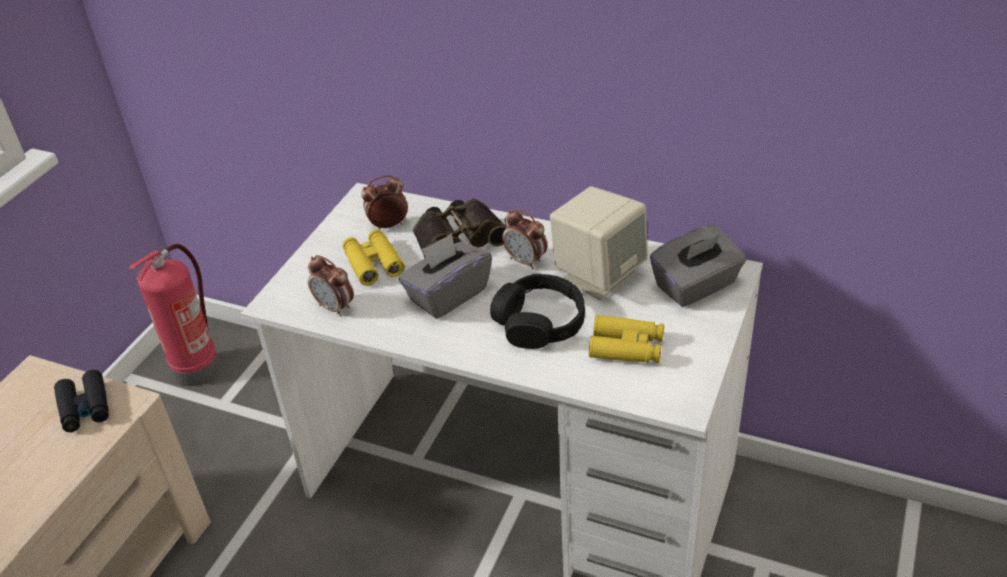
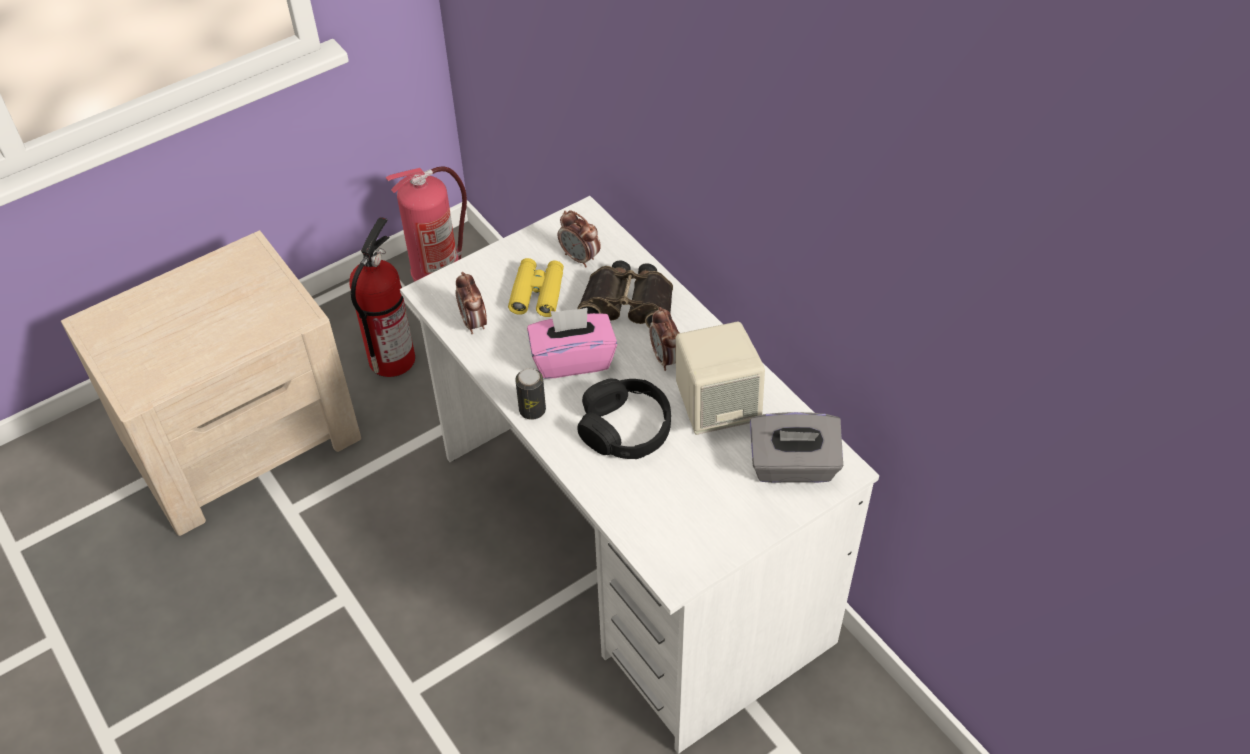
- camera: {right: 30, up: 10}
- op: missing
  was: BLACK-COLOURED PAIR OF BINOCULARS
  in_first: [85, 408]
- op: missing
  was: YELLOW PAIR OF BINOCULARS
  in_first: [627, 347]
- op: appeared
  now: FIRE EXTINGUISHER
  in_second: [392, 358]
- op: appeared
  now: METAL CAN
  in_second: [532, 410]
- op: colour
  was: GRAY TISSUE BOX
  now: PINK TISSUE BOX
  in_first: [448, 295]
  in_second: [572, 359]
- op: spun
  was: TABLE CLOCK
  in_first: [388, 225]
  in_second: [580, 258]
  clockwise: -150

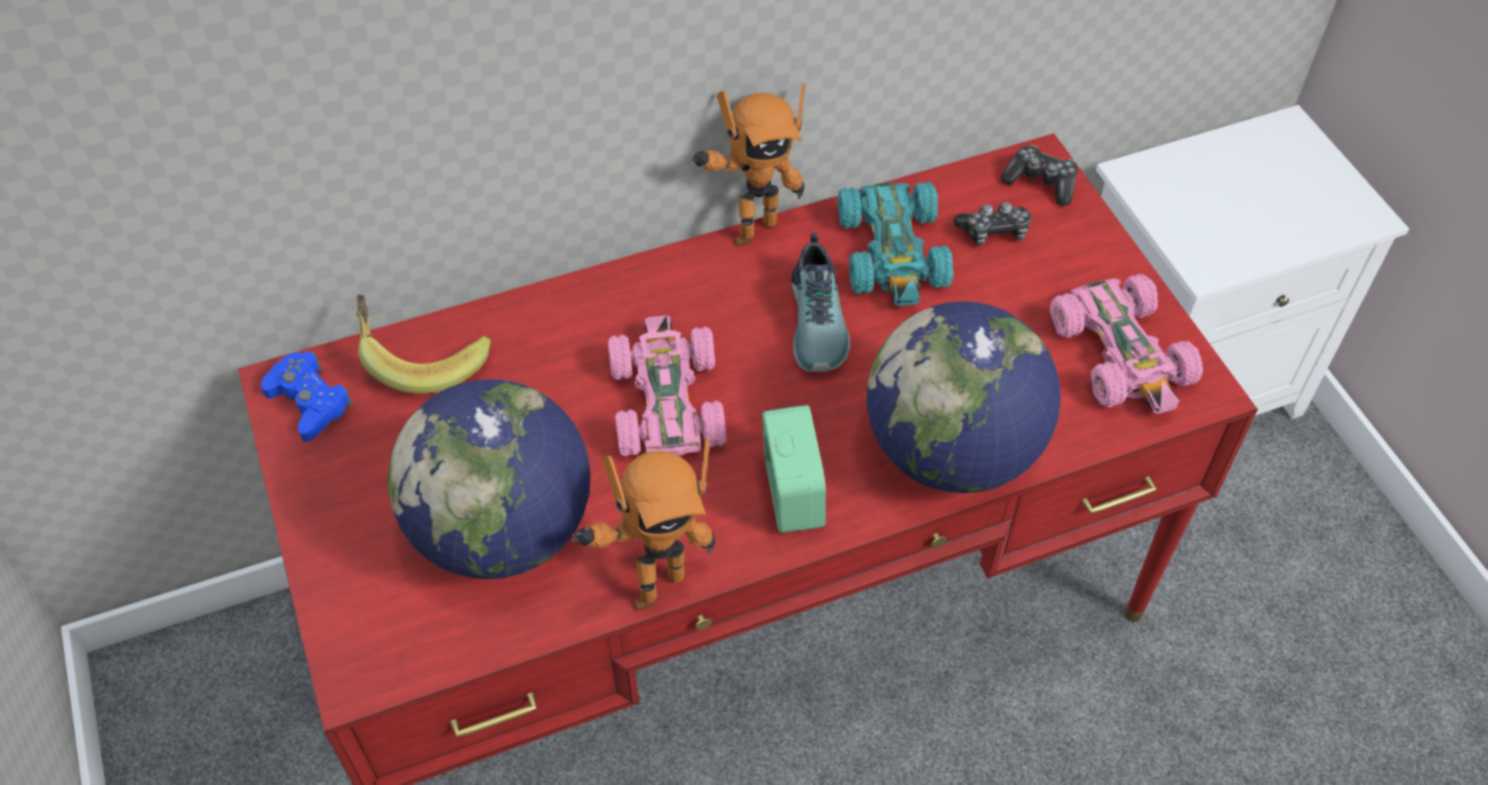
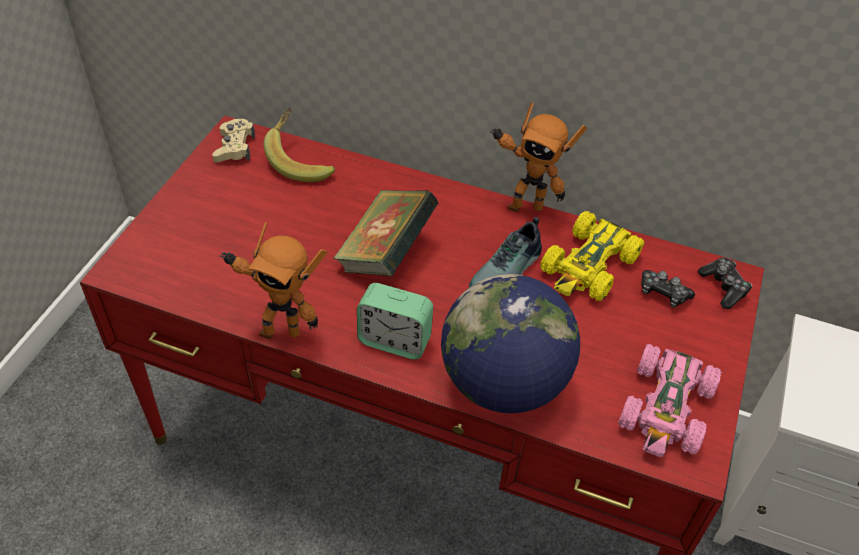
- camera: {right: 40, up: -5}
- op: missing
  was: DESK GLOBE
  in_first: [503, 530]
- op: exchanged
  was: PINK MINIATURE CAR
  now: VOLUME
  in_first: [665, 401]
  in_second: [386, 254]
- op: colour
  was: BLUE GAME CONTROLLER
  now: SAND-COLOURED GAME CONTROLLER
  in_first: [309, 402]
  in_second: [234, 147]
- op: colour
  was: BLUE-GREEN MINIATURE CAR
  now: YELLOW MINIATURE CAR
  in_first: [893, 253]
  in_second: [589, 266]
- op: spun
  was: TABLE CLOCK
  in_first: [792, 494]
  in_second: [394, 340]
  clockwise: 75

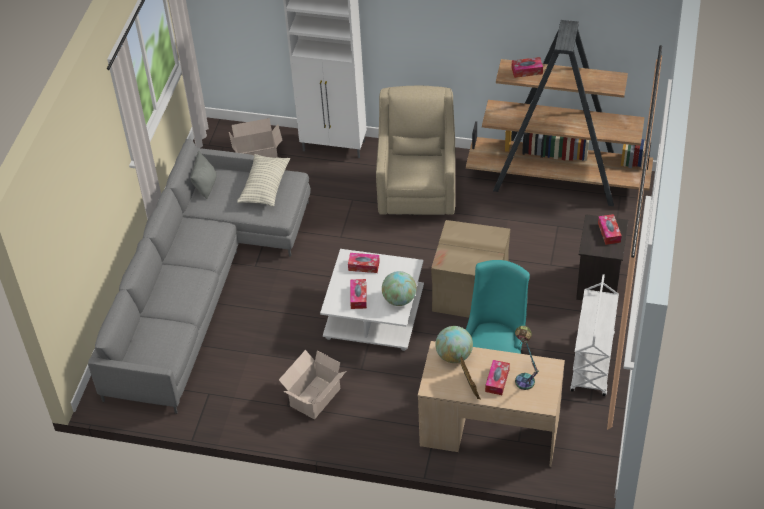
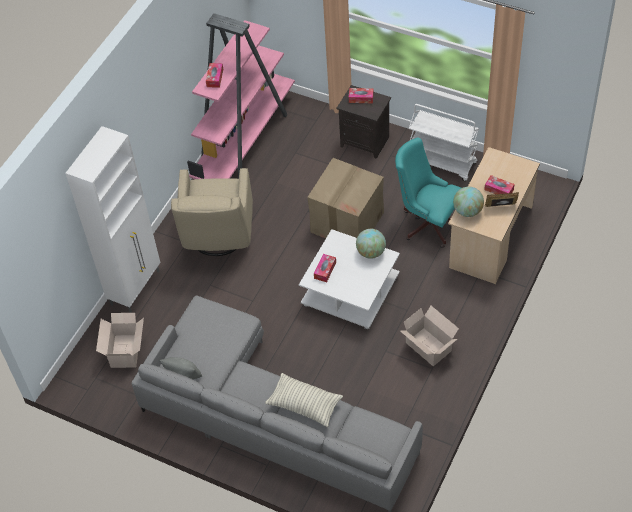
- camera: {right: -75, up: 5}
- op: missing
  was: TISSUE BOX
  in_first: [358, 297]
- op: missing
  was: TABLE LAMP
  in_first: [524, 377]
- op: relocated
  was: THROW PILLOW
  in_first: [264, 187]
  in_second: [304, 404]
- op: colour
  was: BROWNISH BOOKSHELF
  now: PINK BOOKSHELF
  in_first: [558, 180]
  in_second: [245, 141]
- op: spun
  was: SAND-COLOURED ARMCHAIR
  in_first: [417, 190]
  in_second: [218, 236]
  clockwise: -105

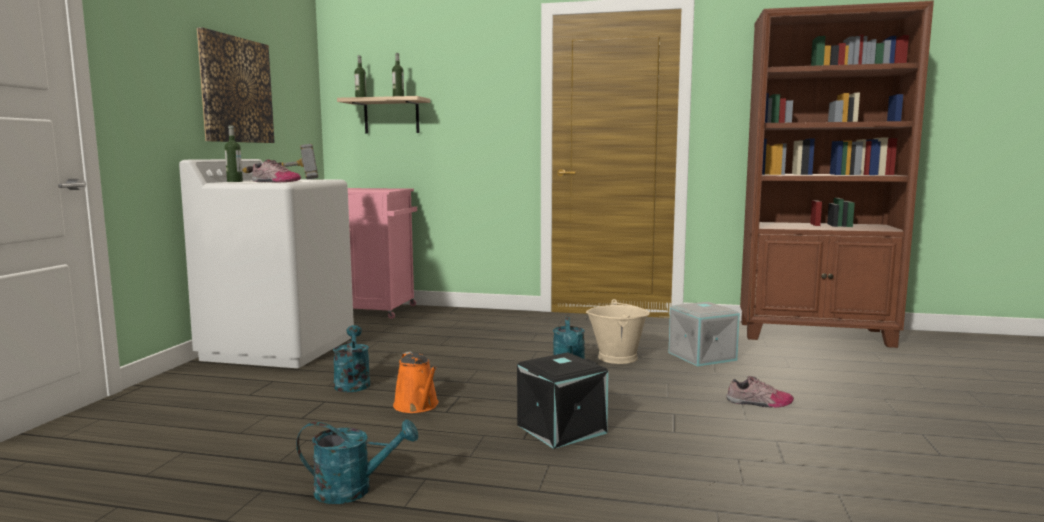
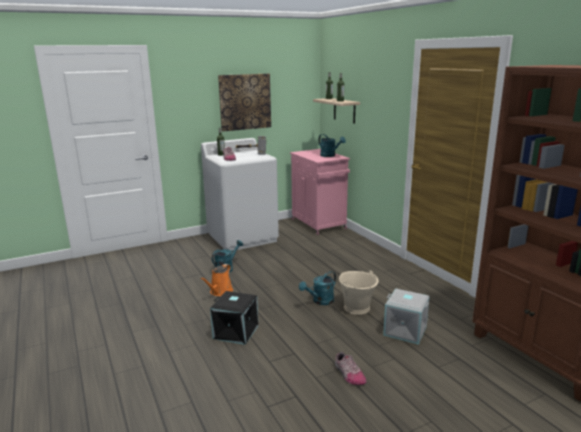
- camera: {right: 50, up: 10}
- op: relocated
  was: BLUE-GREEN WATERING CAN
  in_first: [354, 490]
  in_second: [330, 156]

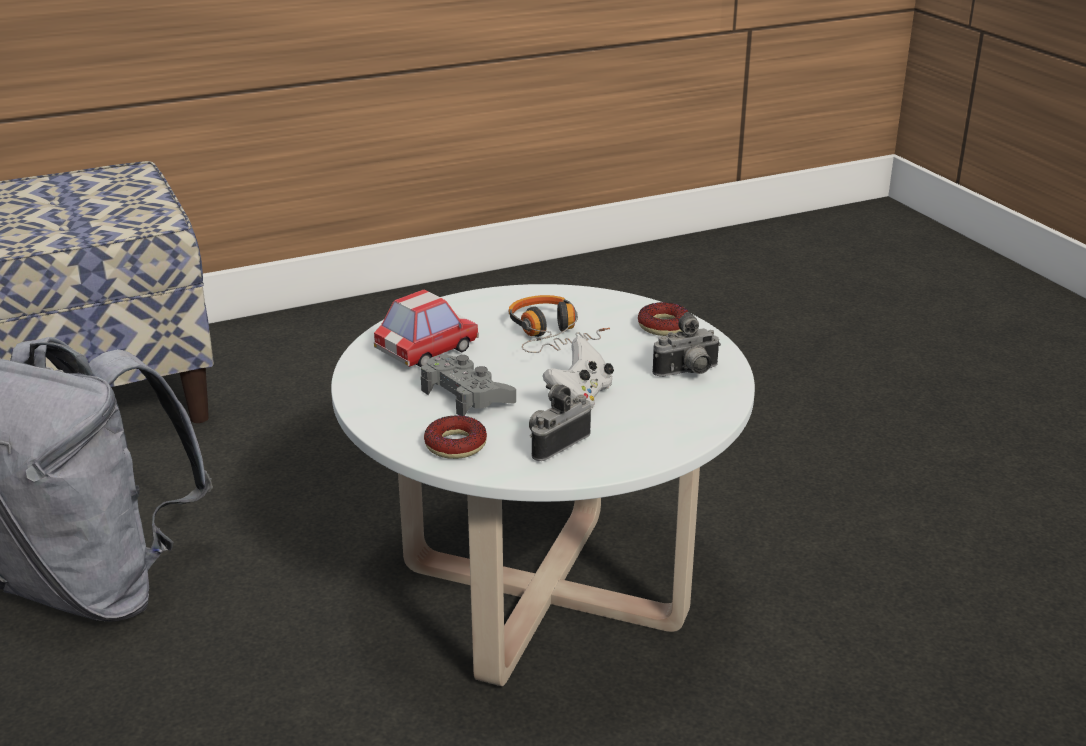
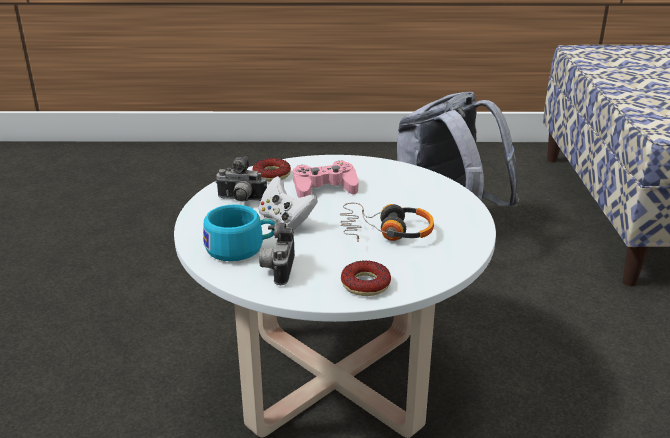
- camera: {right: 115, up: 0}
- op: missing
  was: MINIATURE CAR
  in_first: [427, 351]
- op: appeared
  now: BLUE-GREEN DRINKING CUP
  in_second: [241, 248]
- op: colour
  was: GRAY GAME CONTROLLER
  now: PINK GAME CONTROLLER
  in_first: [467, 395]
  in_second: [324, 188]
- op: spun
  was: PHOTO CAMERA
  in_first: [555, 443]
  in_second: [241, 200]
  clockwise: 120

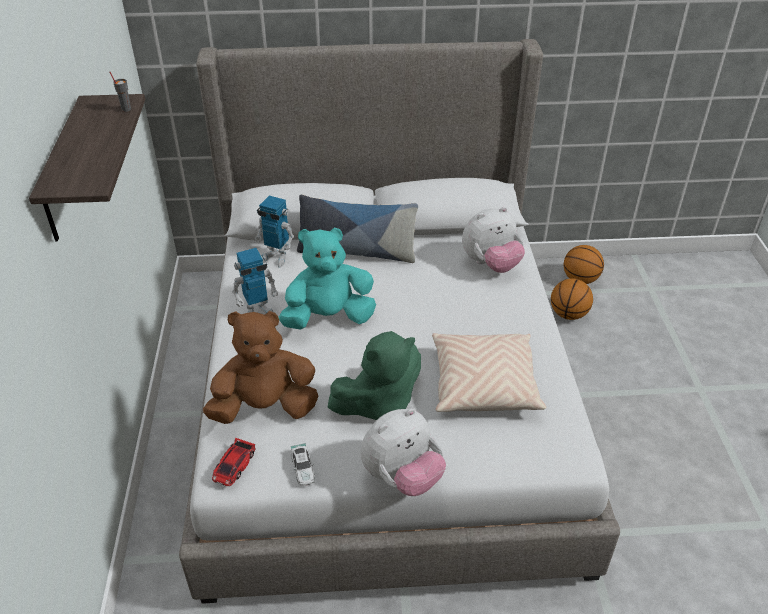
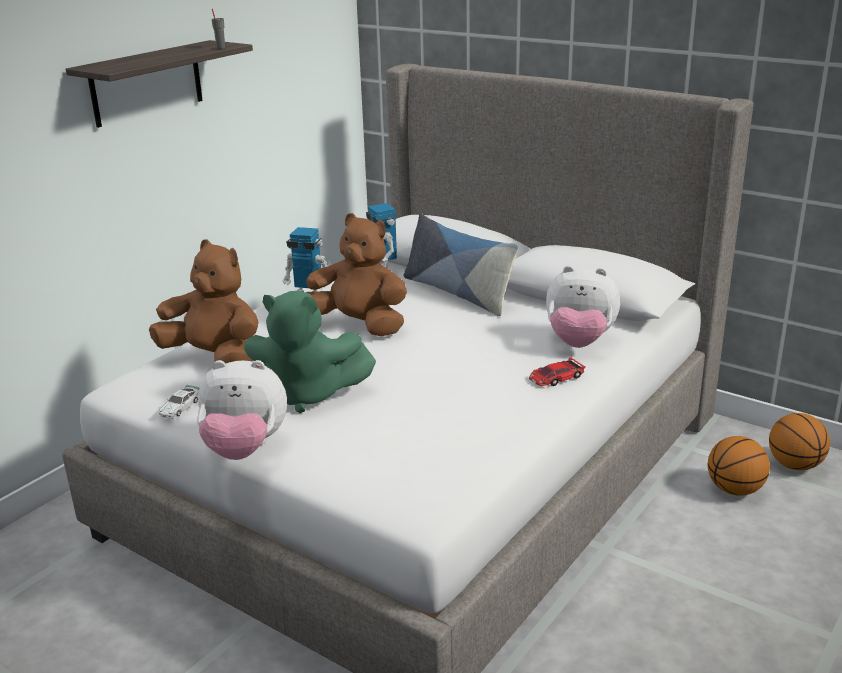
- camera: {right: 40, up: -15}
- op: missing
  was: SAND-COLOURED THROW PILLOW
  in_first: [483, 384]
- op: relocated
  was: MINIATURE CAR
  in_first: [234, 465]
  in_second: [556, 377]
- op: colour
  was: BLUE-GREEN CUDDLY TOY
  now: BROWNISH CUDDLY TOY
  in_first: [328, 317]
  in_second: [358, 325]

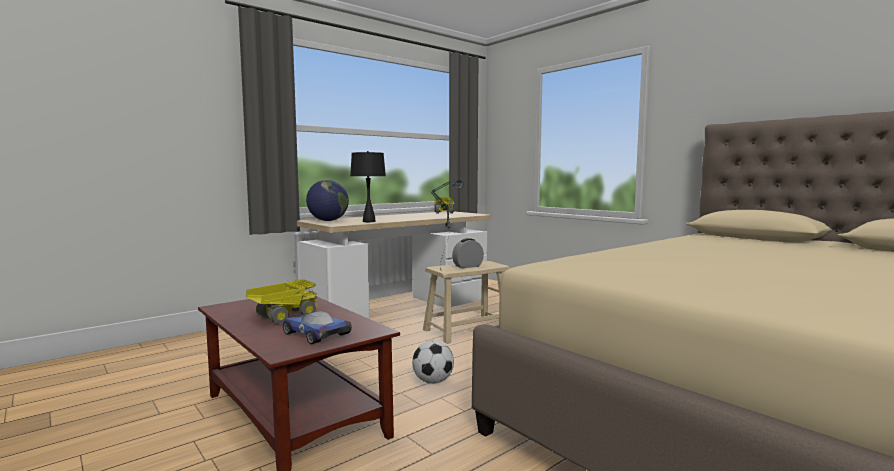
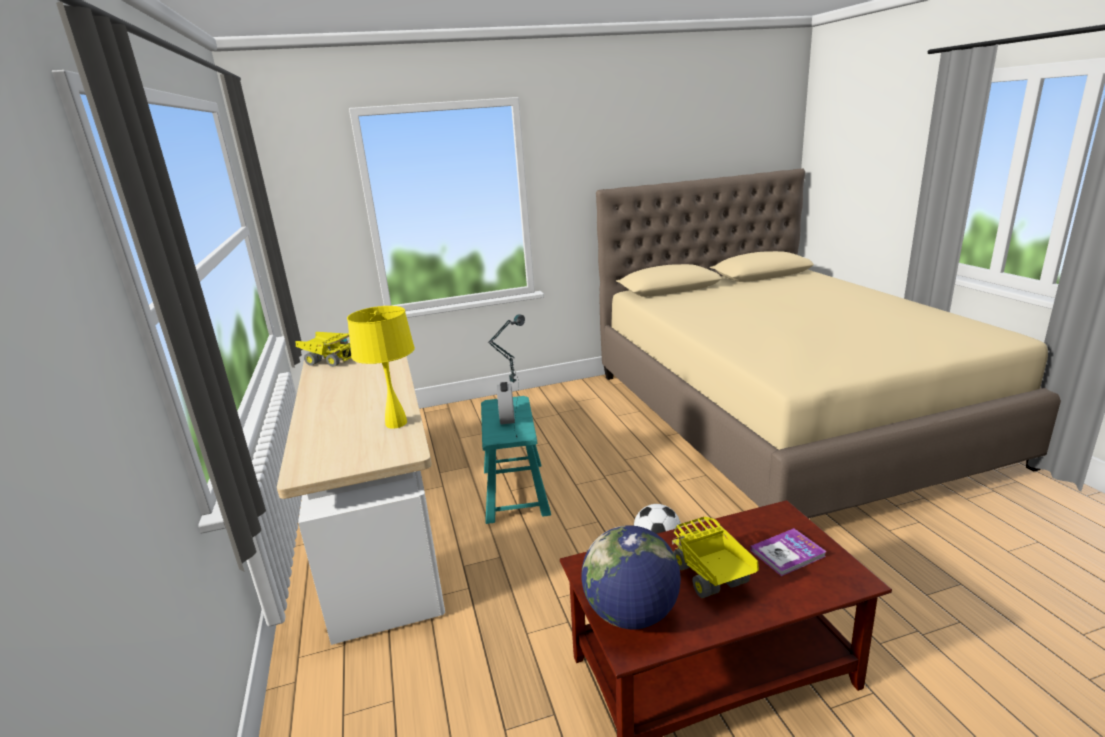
- camera: {right: -65, up: 15}
- op: relocated
  was: DESK GLOBE
  in_first: [328, 221]
  in_second: [631, 614]
- op: exchanged
  was: MINIATURE CAR
  now: VOLUME
  in_first: [316, 333]
  in_second: [787, 553]
- op: colour
  was: BLACK-COLOURED TABLE LAMP
  now: YELLOW TABLE LAMP
  in_first: [369, 221]
  in_second: [396, 423]
- op: colour
  was: SAND-COLOURED STOOL SEAT
  now: BLUE-GREEN STOOL SEAT
  in_first: [467, 330]
  in_second: [515, 491]

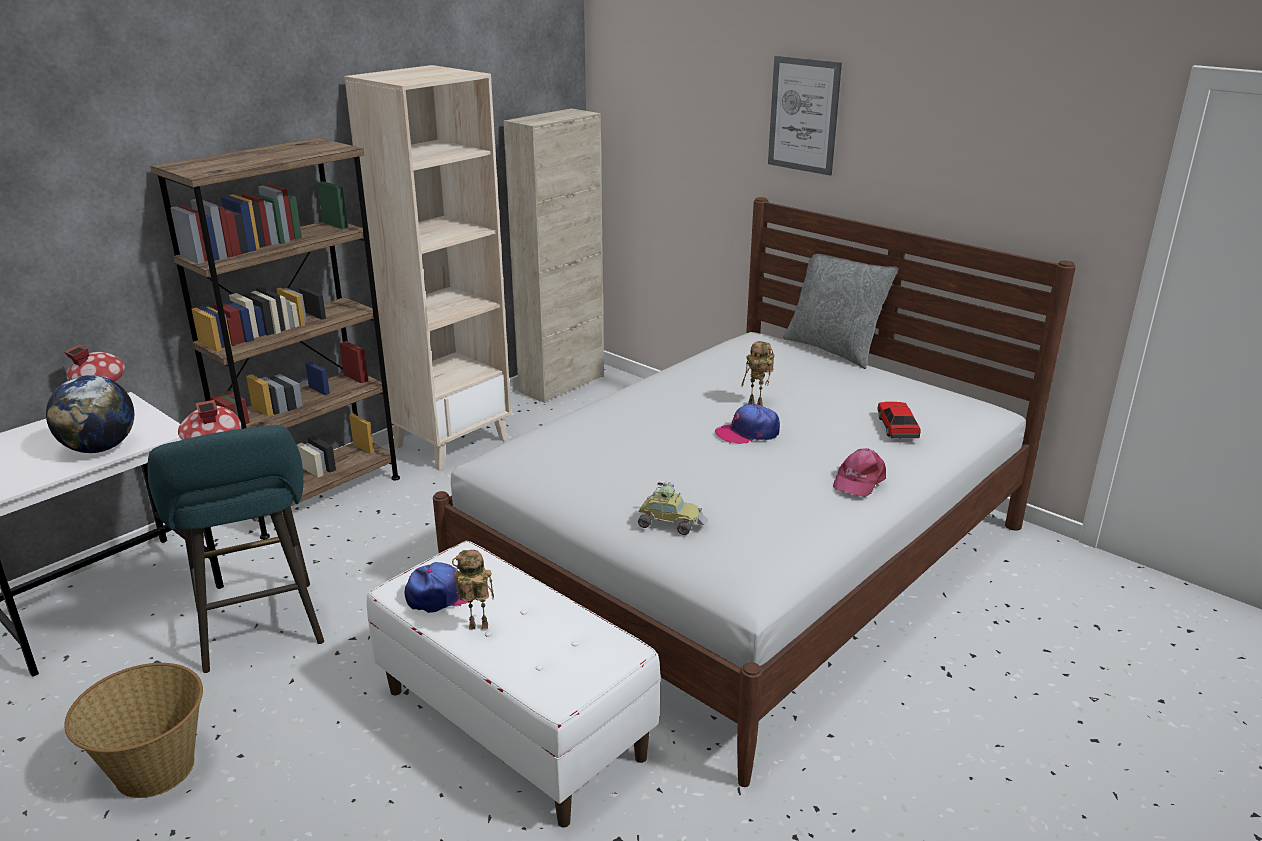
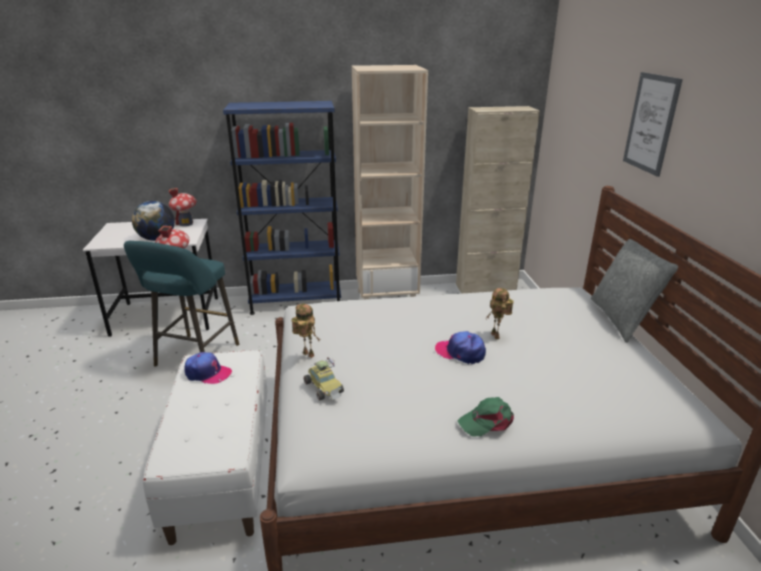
- camera: {right: 40, up: 0}
- op: missing
  was: HOUSEHOLD BASKET
  in_first: [154, 770]
- op: missing
  was: MINIATURE CAR
  in_first: [897, 427]
- op: relocated
  was: MODEL ROBOT
  in_first: [477, 628]
  in_second: [306, 355]
- op: colour
  was: BROWNISH BOOKSHELF
  now: BLUE BOOKSHELF
  in_first: [316, 495]
  in_second: [296, 302]
- op: colour
  was: PINK BASEBALL CAP
  now: GREEN-COLOURED BASEBALL CAP
  in_first: [858, 480]
  in_second: [487, 421]

